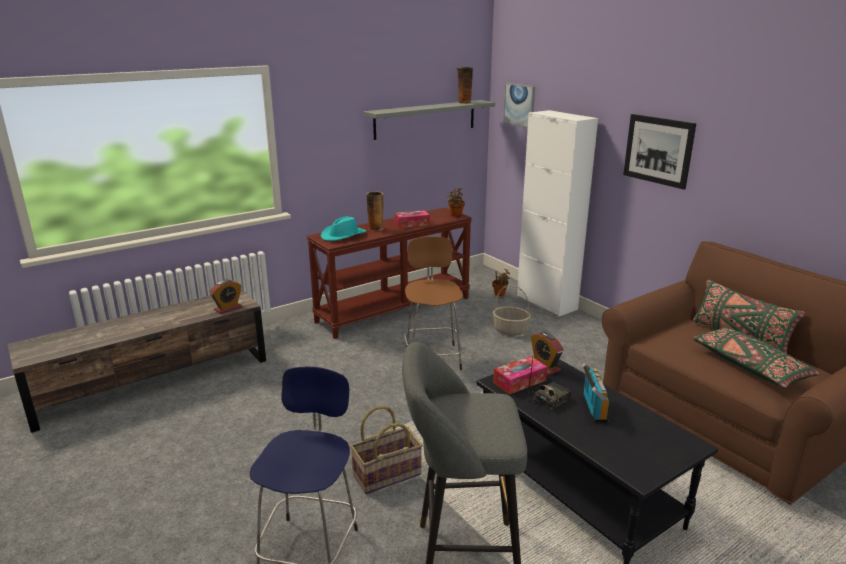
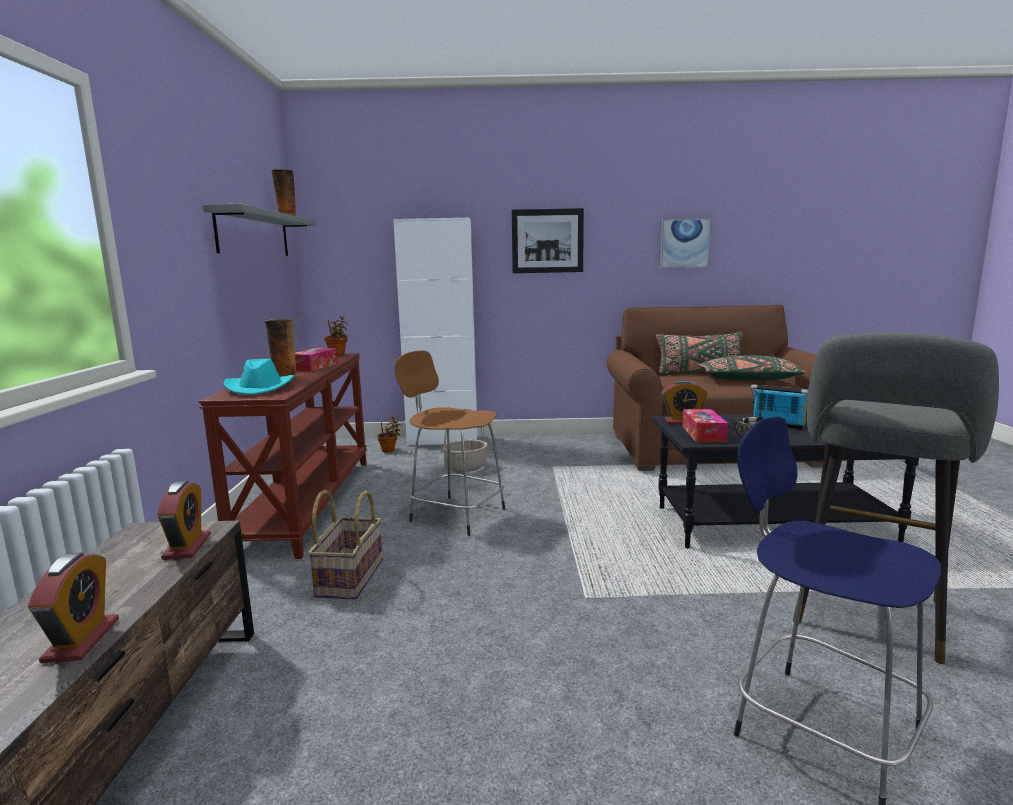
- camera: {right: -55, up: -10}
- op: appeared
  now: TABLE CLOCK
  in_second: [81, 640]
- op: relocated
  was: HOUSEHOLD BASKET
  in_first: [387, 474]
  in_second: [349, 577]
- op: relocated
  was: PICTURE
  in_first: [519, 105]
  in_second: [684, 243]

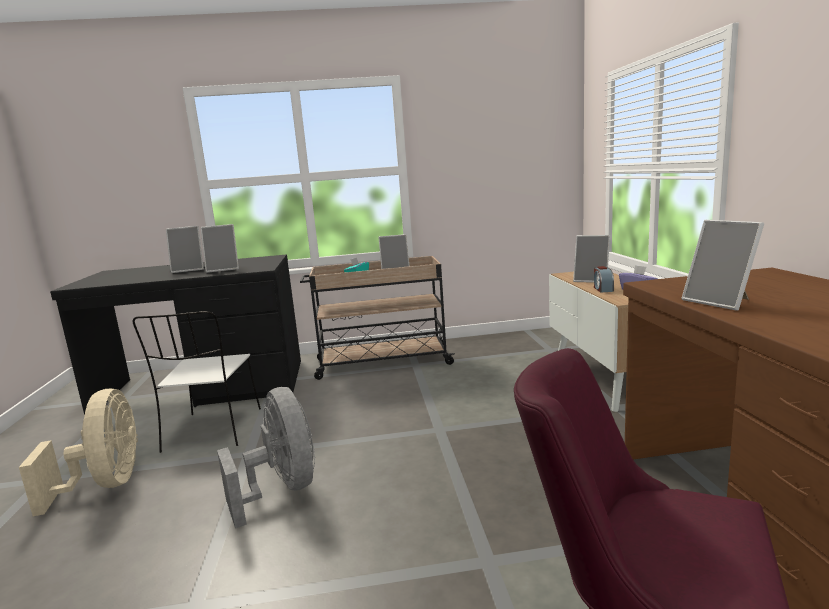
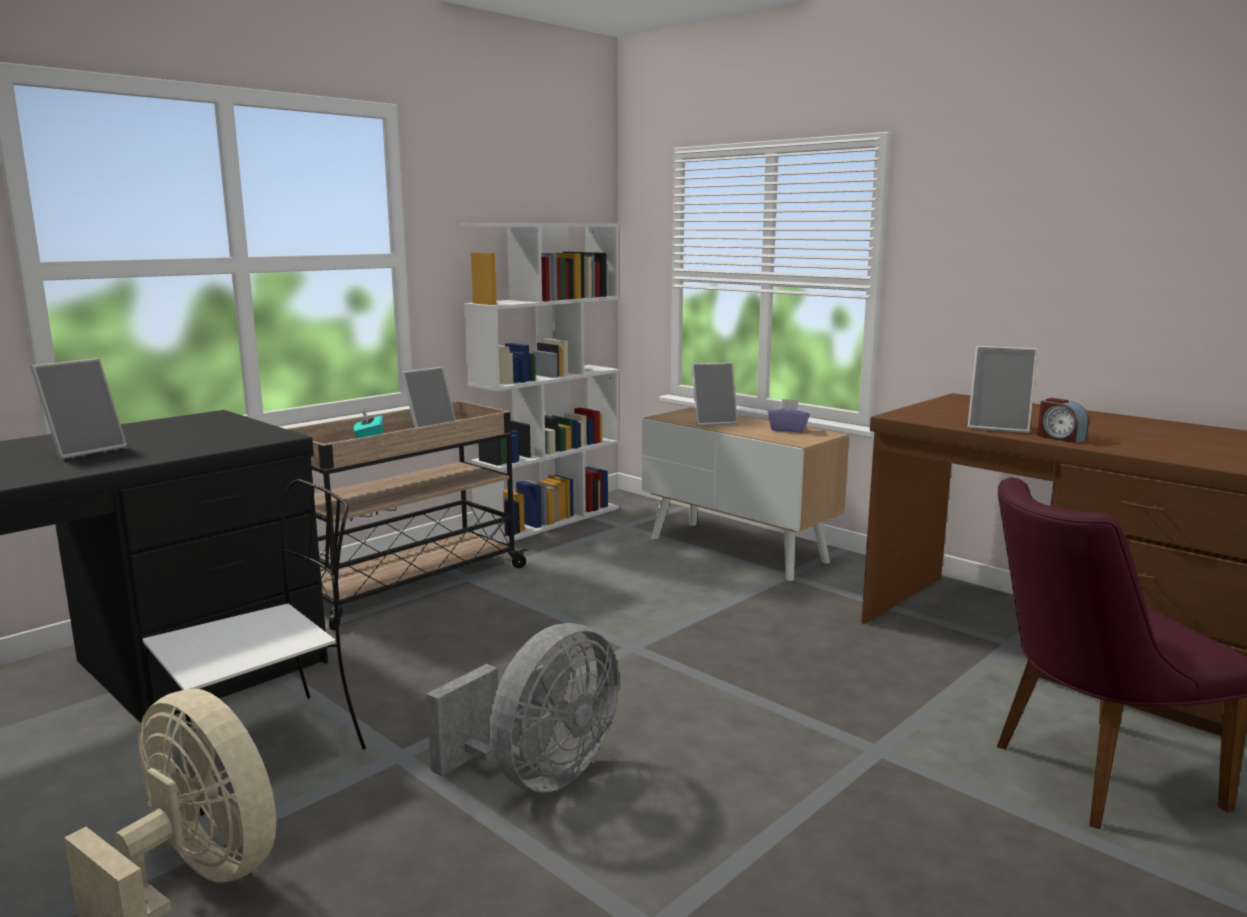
- camera: {right: -40, up: 0}
- op: missing
  was: PICTURE FRAME
  in_first: [224, 269]
- op: appeared
  now: WHITE-COLOURED BOOKSHELF
  in_second: [549, 520]
- op: relocated
  was: TABLE CLOCK
  in_first: [603, 289]
  in_second: [1060, 437]
- op: spun
  was: WHITE-COLOURED CHAIR
  in_first: [212, 431]
  in_second: [266, 748]
  clockwise: -90
- op: spun
  was: GRAY COOLING FAN
  in_first: [282, 489]
  in_second: [538, 775]
  clockwise: 105

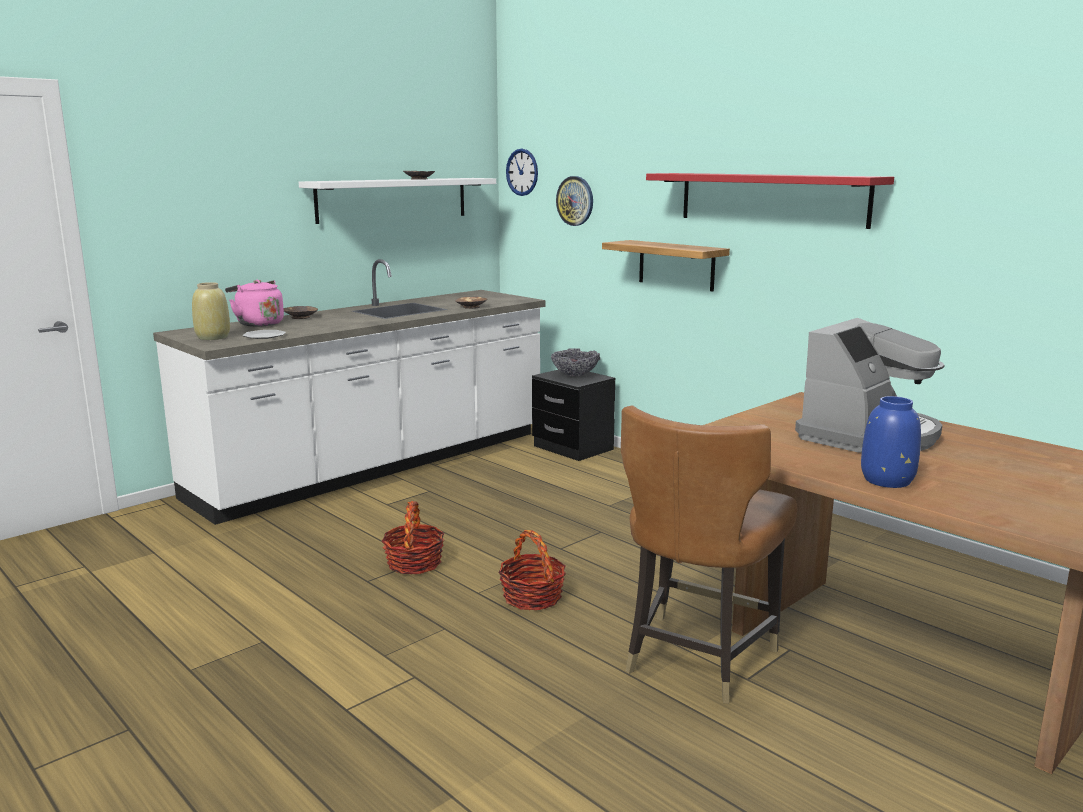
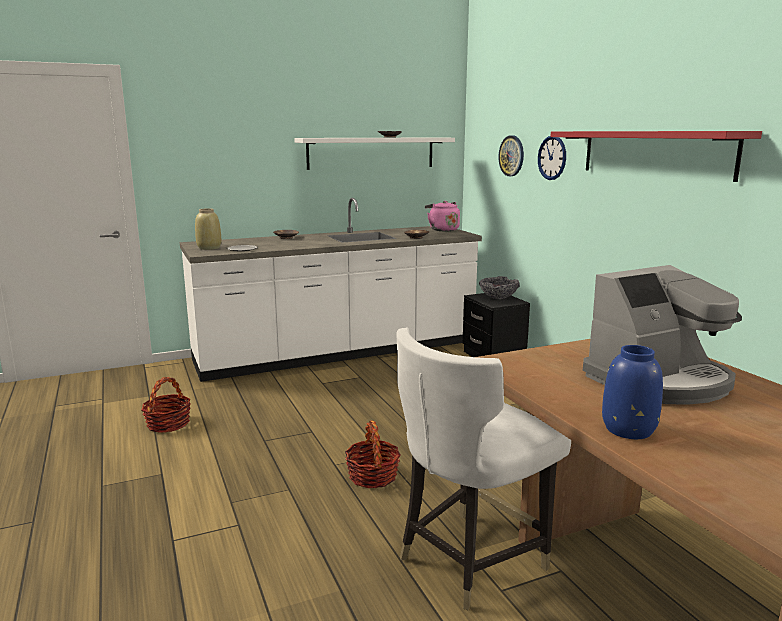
- camera: {right: 20, up: 0}
- op: missing
  was: BRACKET SHELF
  in_first: [676, 265]
- op: relocated
  was: PINK TEA KETTLE
  in_first: [258, 324]
  in_second: [442, 230]
- op: relocated
  was: HOUSEHOLD BASKET
  in_first: [414, 563]
  in_second: [168, 424]
- op: relocated
  was: WALL CLOCK
  in_first: [522, 172]
  in_second: [552, 158]
- op: colour
  was: BROWNISH CHAIR
  now: WHITE-COLOURED CHAIR
  in_first: [696, 658]
  in_second: [469, 559]

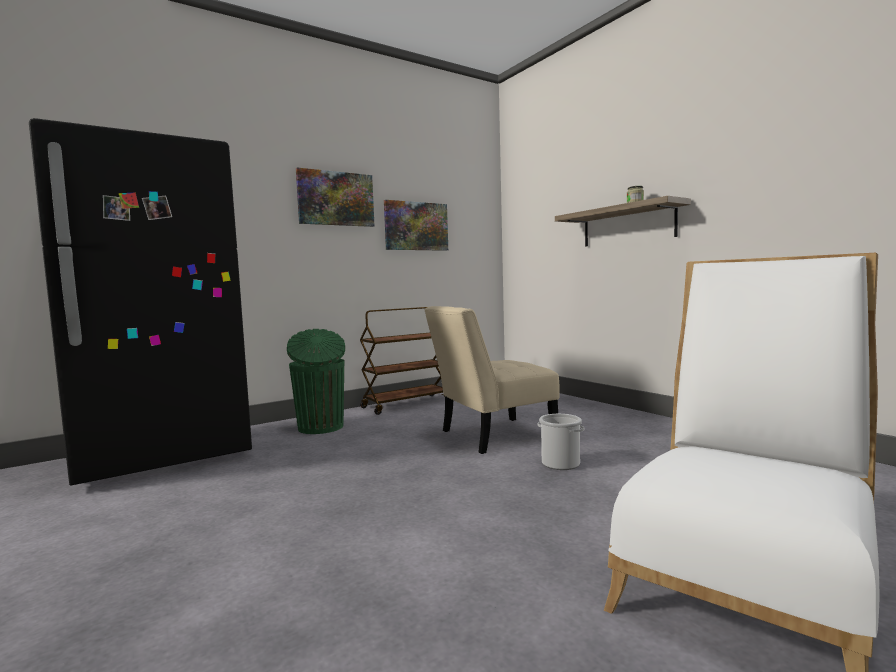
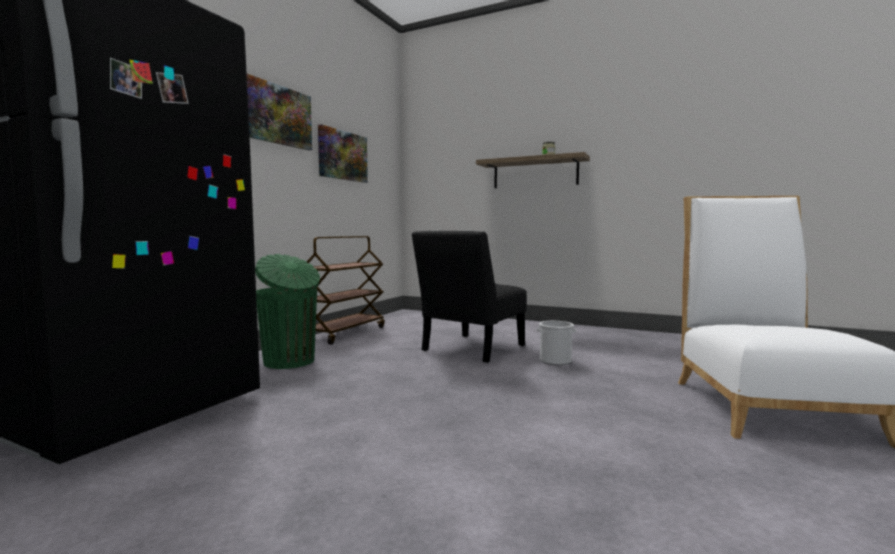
- camera: {right: -30, up: 0}
- op: colour
  was: SAND-COLOURED CHAIR
  now: BLACK-COLOURED CHAIR
  in_first: [492, 436]
  in_second: [470, 349]

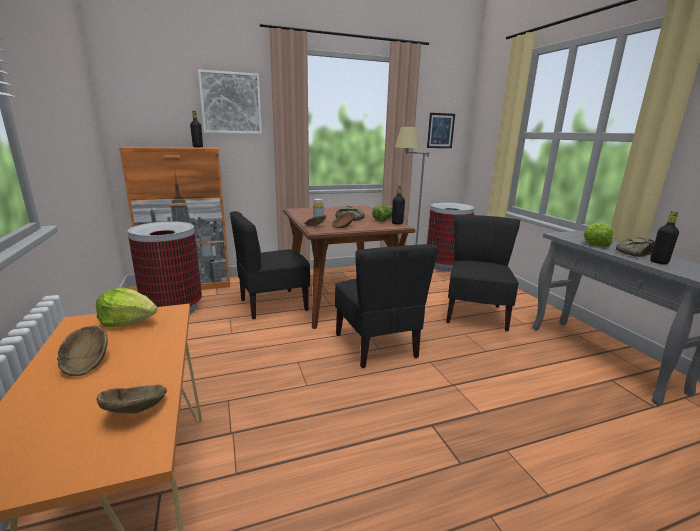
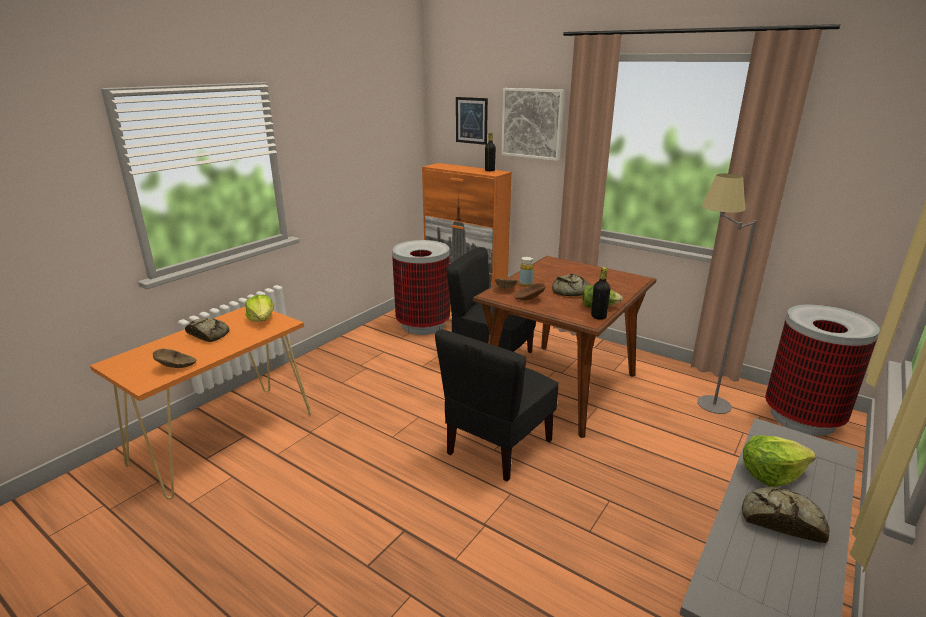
- camera: {right: 55, up: 5}
- op: missing
  was: BLACK-COLOURED CHAIR
  in_first: [475, 314]
- op: missing
  was: BLACK-COLOURED DRINK BOTTLE
  in_first: [659, 262]
- op: relocated
  was: PICTURE
  in_first: [440, 130]
  in_second: [471, 120]
- op: exchanged
  was: BROWNISH DEEP DISH
  now: BAKERY BREAD
  in_first: [84, 364]
  in_second: [208, 334]

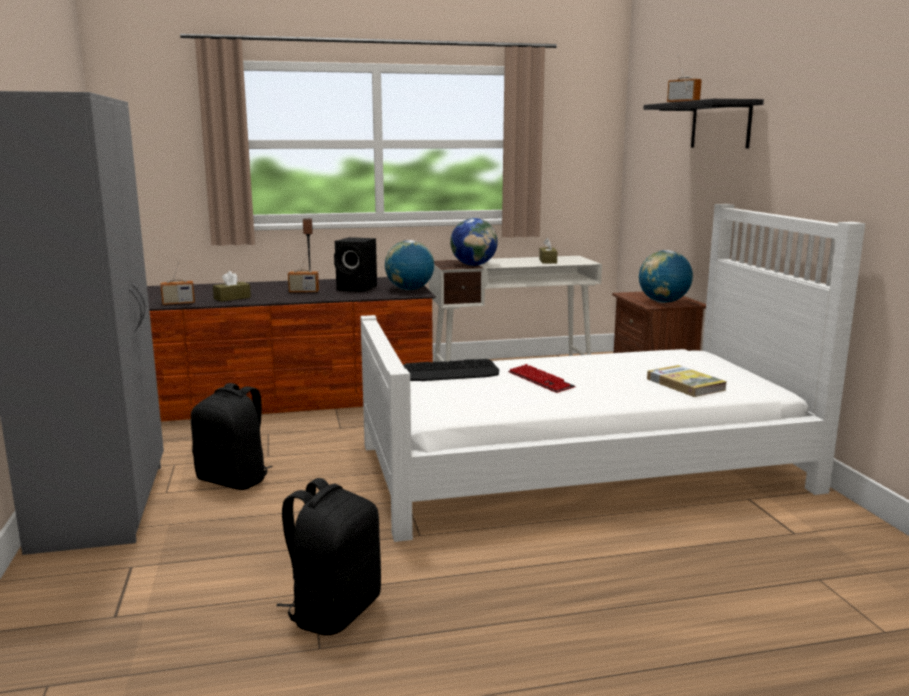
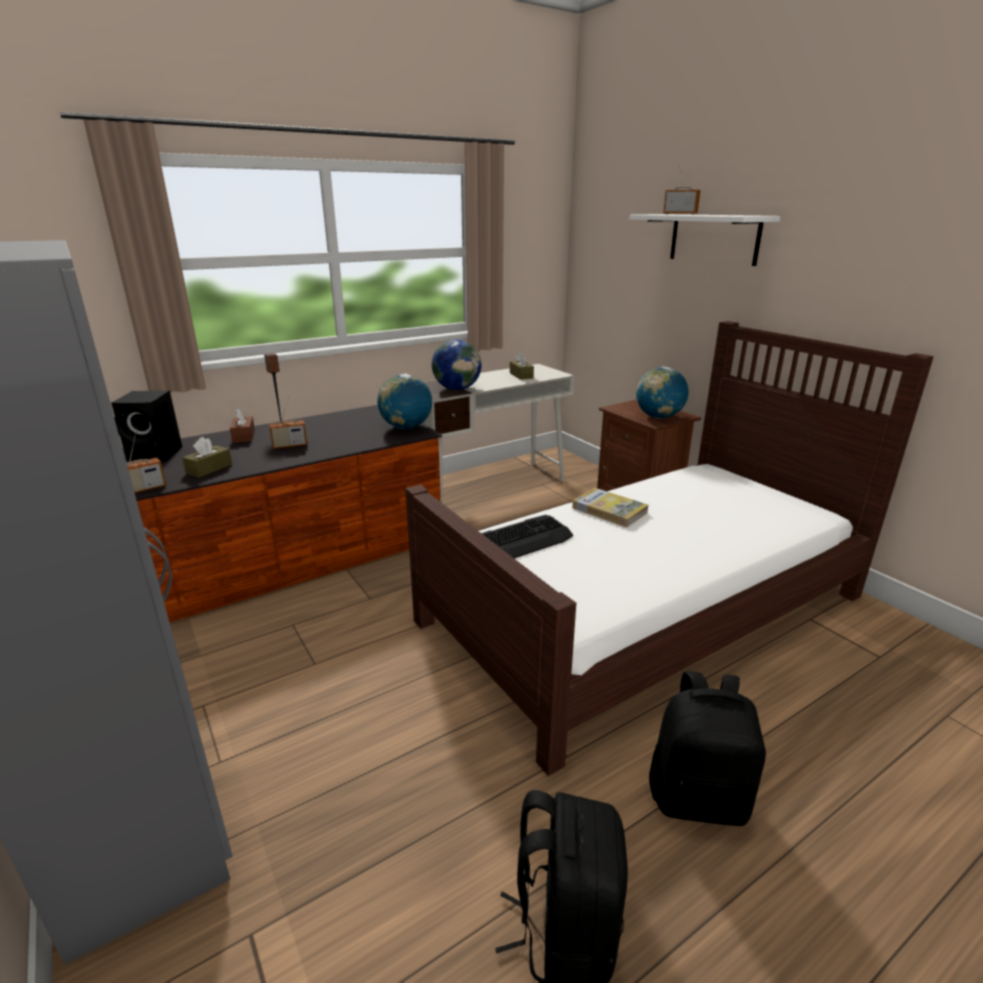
- camera: {right: -20, up: 10}
- op: missing
  was: KEYBOARD
  in_first: [540, 380]
- op: appeared
  now: BROWNISH TISSUE BOX
  in_second: [244, 436]
- op: relocated
  was: BLACK-COLOURED RUCKSACK
  in_first: [234, 480]
  in_second: [698, 797]
- op: relocated
  was: BLACK-COLOURED AUDIO SPEAKER
  in_first: [358, 289]
  in_second: [157, 455]
- op: relocated
  was: VOLUME
  in_first: [685, 384]
  in_second: [609, 510]
- op: colour
  was: WHITE-COLOURED BEDROOM BED
  now: BROWNISH BEDROOM BED
  in_first: [581, 467]
  in_second: [645, 608]
- op: colour
  was: BLACK-COLOURED BRACKET SHELF
  now: WHITE-COLOURED BRACKET SHELF
  in_first: [720, 125]
  in_second: [714, 238]

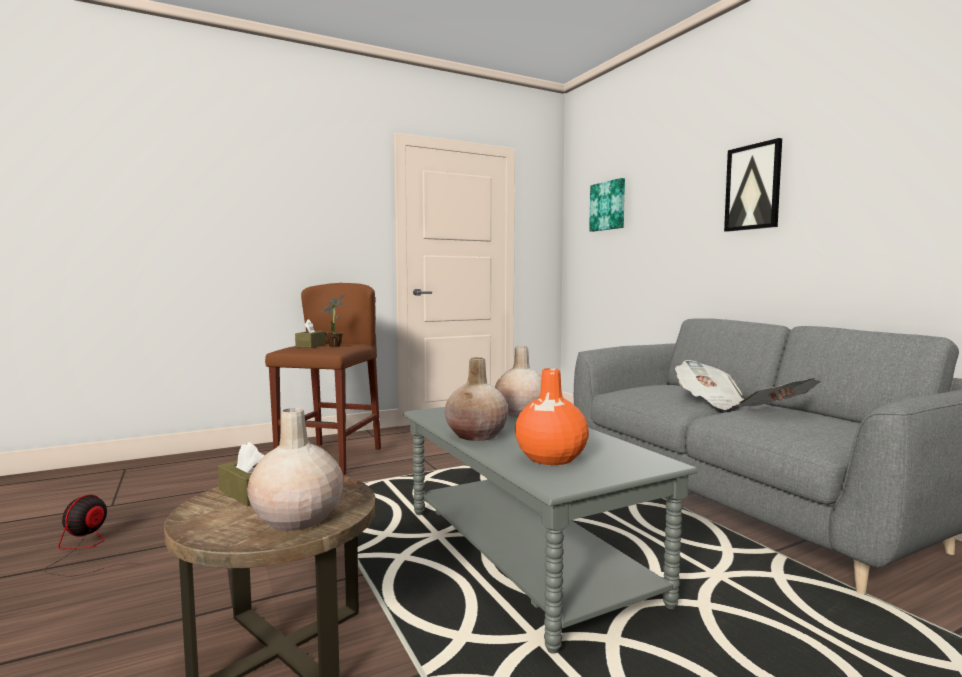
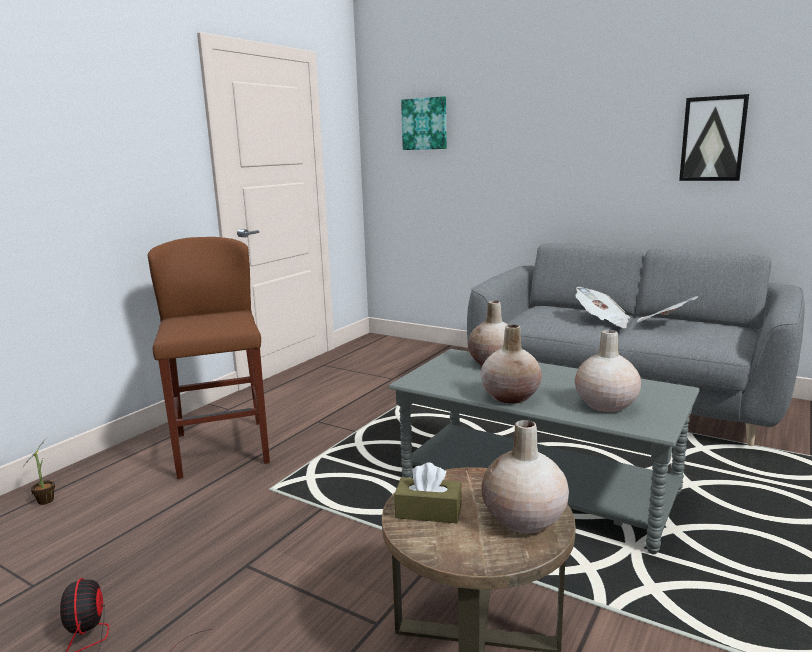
- camera: {right: -30, up: 10}
- op: missing
  was: BROWNISH TISSUE BOX
  in_first: [310, 345]
- op: relocated
  was: POTTED PLANT
  in_first: [336, 346]
  in_second: [47, 499]
- op: relocated
  was: PICTURE
  in_first: [753, 187]
  in_second: [713, 139]
- op: colour
  was: ORANGE DECORATIVE VASE
  now: SAND-COLOURED DECORATIVE VASE
  in_first: [550, 458]
  in_second: [605, 405]

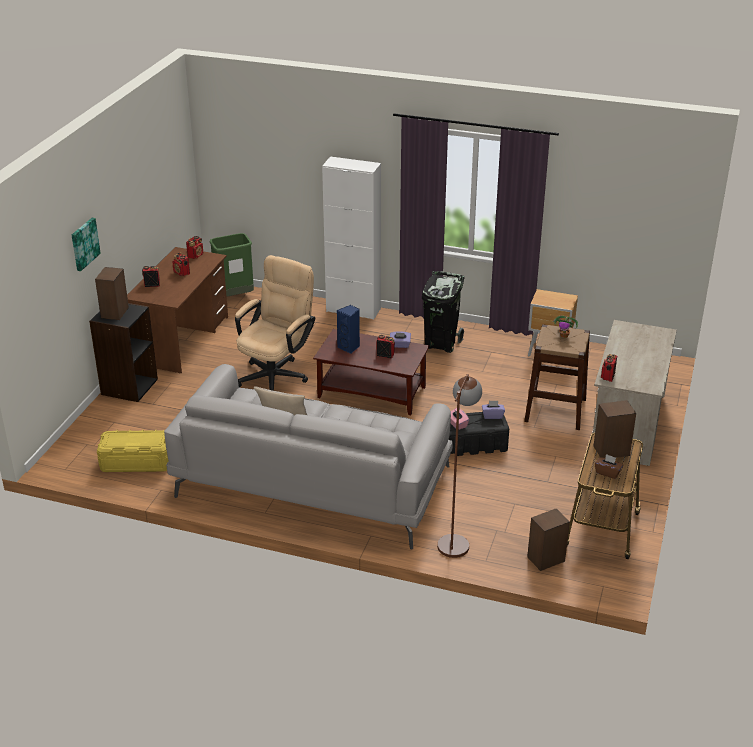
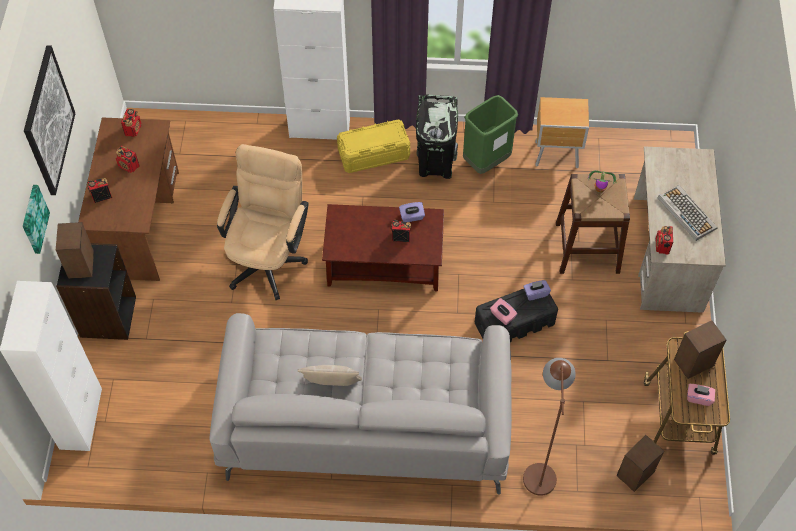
- camera: {right: -15, up: 25}
- op: missing
  was: BLUE AUDIO SPEAKER
  in_first: [349, 347]
- op: appeared
  now: WHITE-COLOURED CUPBOARD
  in_second: [81, 418]
- op: appeared
  now: PICTURE
  in_second: [48, 121]
- op: appeared
  now: KEYBOARD
  in_second: [686, 213]
- op: relocated
  was: YELLOW STORAGE CONTAINER
  in_first: [136, 462]
  in_second: [373, 154]
- op: relocated
  was: GREEN-COLOURED WASTE BIN
  in_first: [234, 296]
  in_second: [486, 161]
- op: colour
  was: BROWNISH TISSUE BOX
  now: PINK TISSUE BOX
  in_first: [607, 472]
  in_second: [698, 398]

